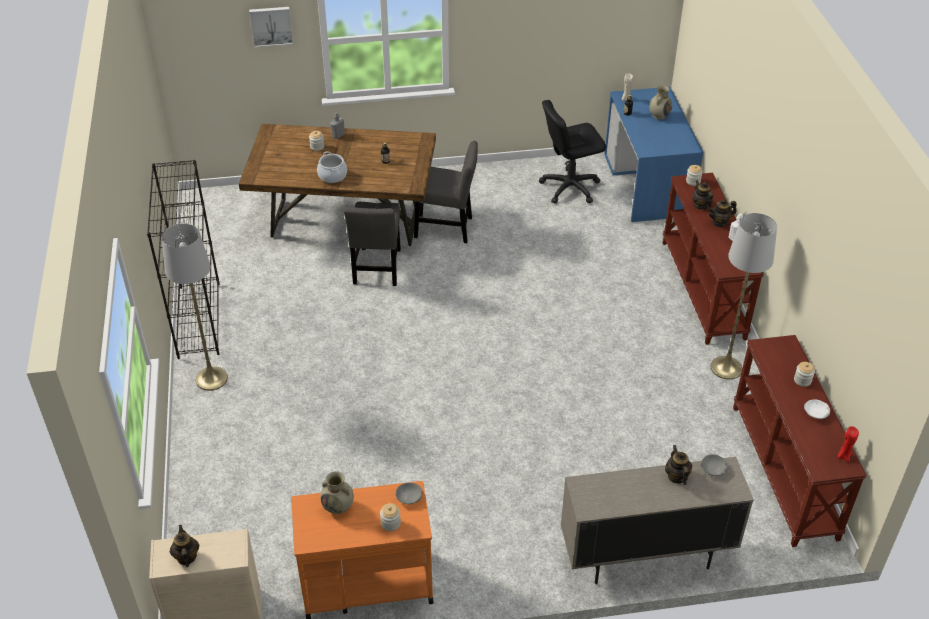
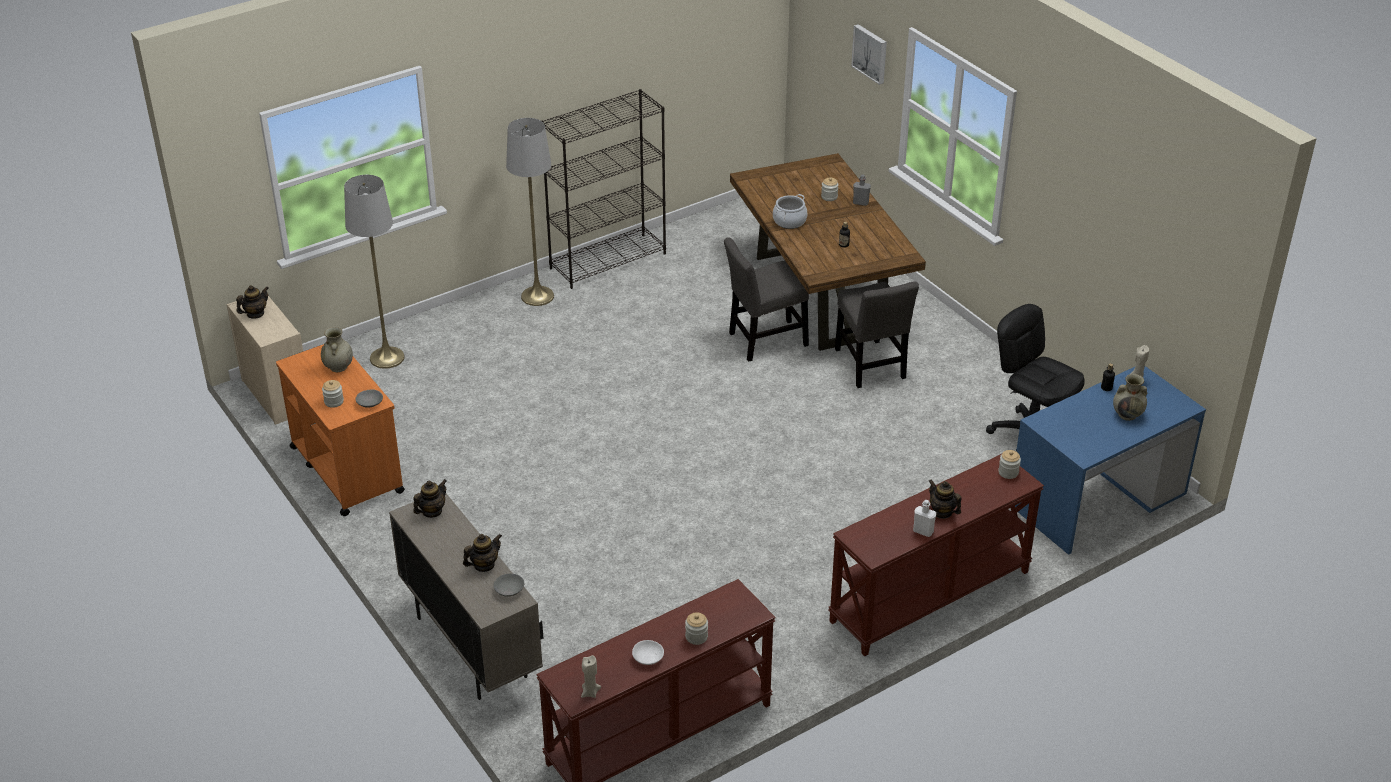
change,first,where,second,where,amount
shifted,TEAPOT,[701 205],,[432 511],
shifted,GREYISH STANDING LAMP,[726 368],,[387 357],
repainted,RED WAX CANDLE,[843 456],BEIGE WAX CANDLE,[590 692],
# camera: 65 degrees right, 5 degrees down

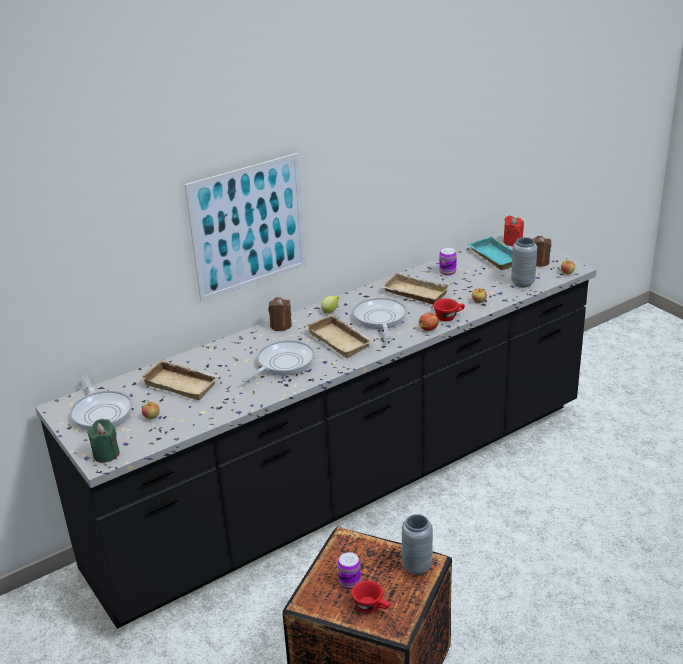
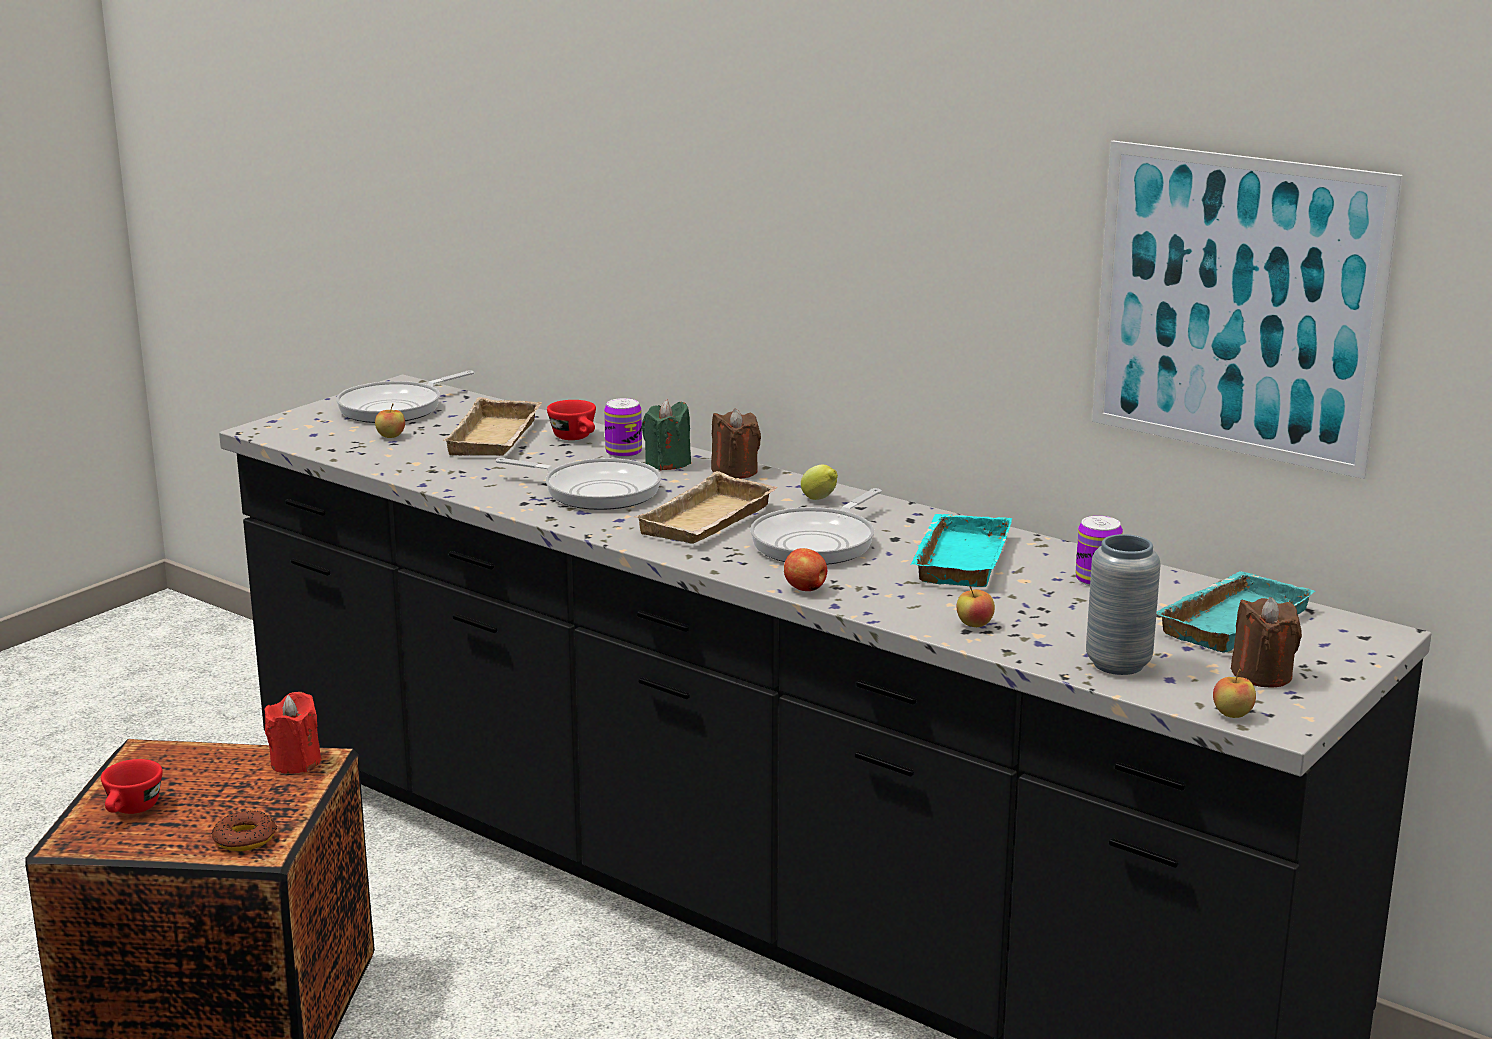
change,first,where,second,where,amount
shifted,WALL PICTURE,[248 227],,[1237 306],
shifted,RED WAX CANDLE,[513 242],,[295 762],
repainted,BEIGE CARRYING TRAY,[413 293],TURQUOISE-COLOURED CARRYING TRAY,[957 559],
rotated,PAN,[380 319],,[817 542],150 degrees clockwise
shifted,RED CUP,[449 317],,[576 438],
shifted,GREEN WAX CANDLE,[106 454],,[667 463],
swapped,GREYISH FLOWER VASE,[417 566],RING DOUGHNUT,[245 838],
shifted,CAN,[350 582],,[623 452],
# camera: 70 degrees right, 10 degrees down

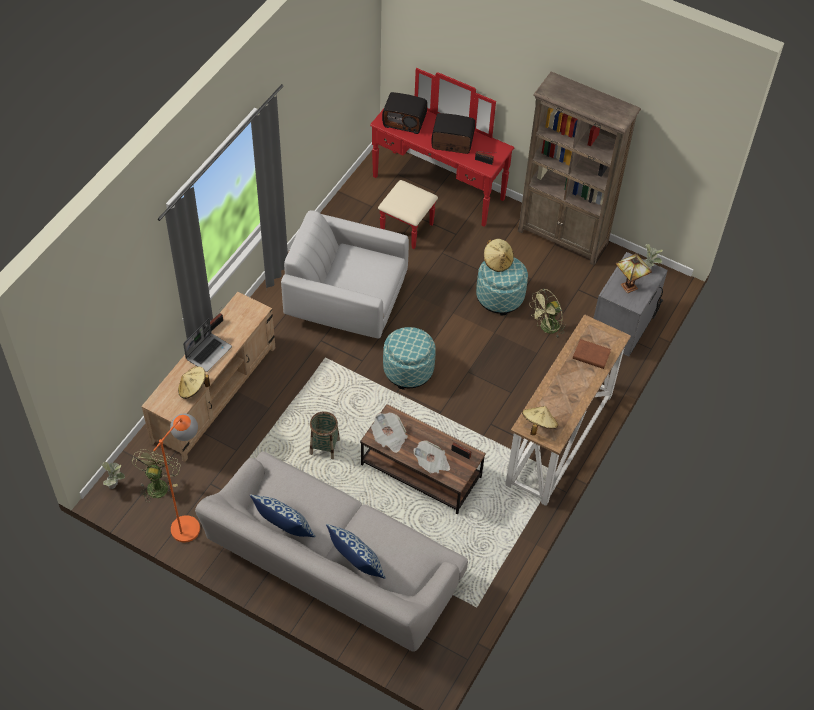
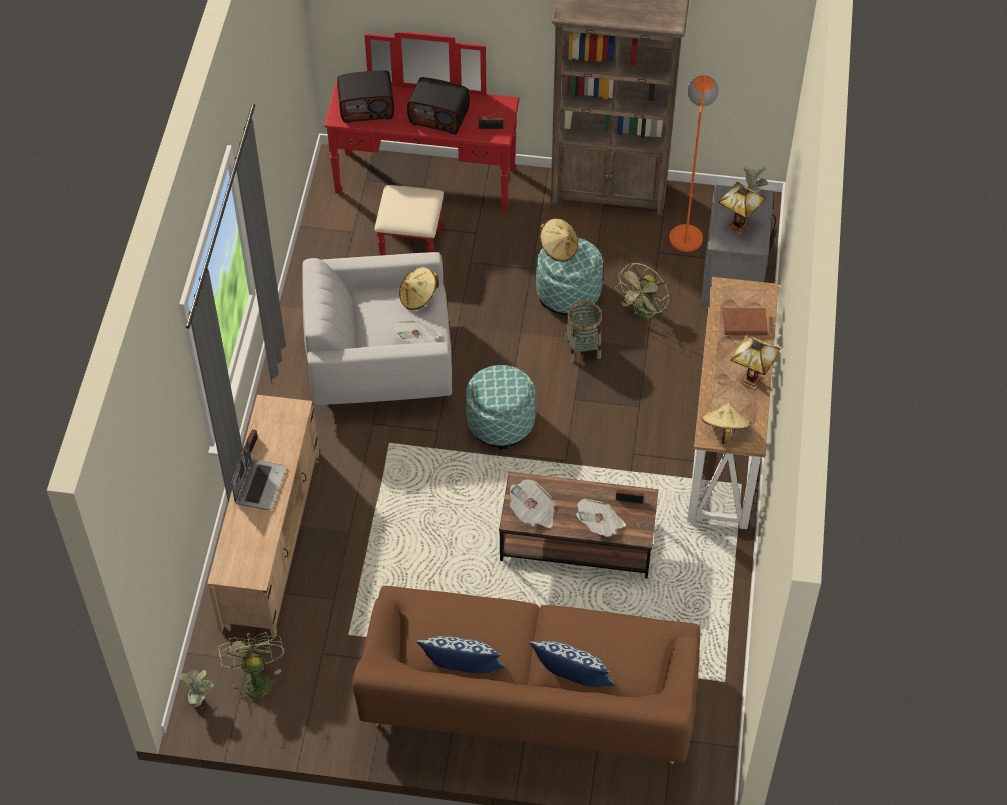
change,first,where,second,where,amount
rotated,RADIO RECEIVER,[452 142],,[440 116],150 degrees counterclockwise
shifted,BEIGE HAT,[193 389],,[418 297],
shifted,BASKET,[324 446],,[582 348],
shifted,ORANGE-COLOURED STANDING LAMP,[191 521],,[686 229],
repainted,GREYISH COUCH,[333 567],BROWNISH COUCH,[528 699],
new,,,PRINTED PAPER,[418 341],
new,,,LAMP FOR A TABLE,[749 380],
# camera: 20 degrees left, 0 degrees up

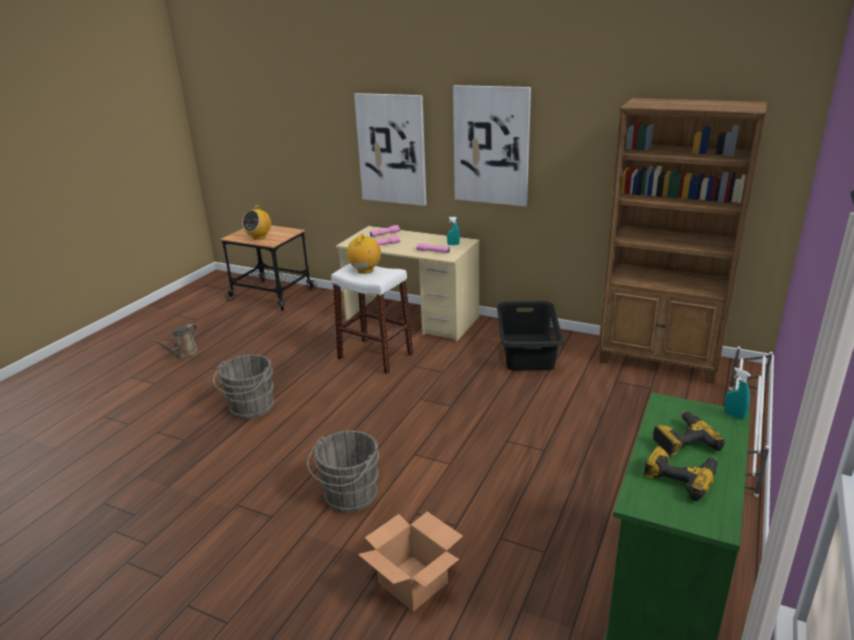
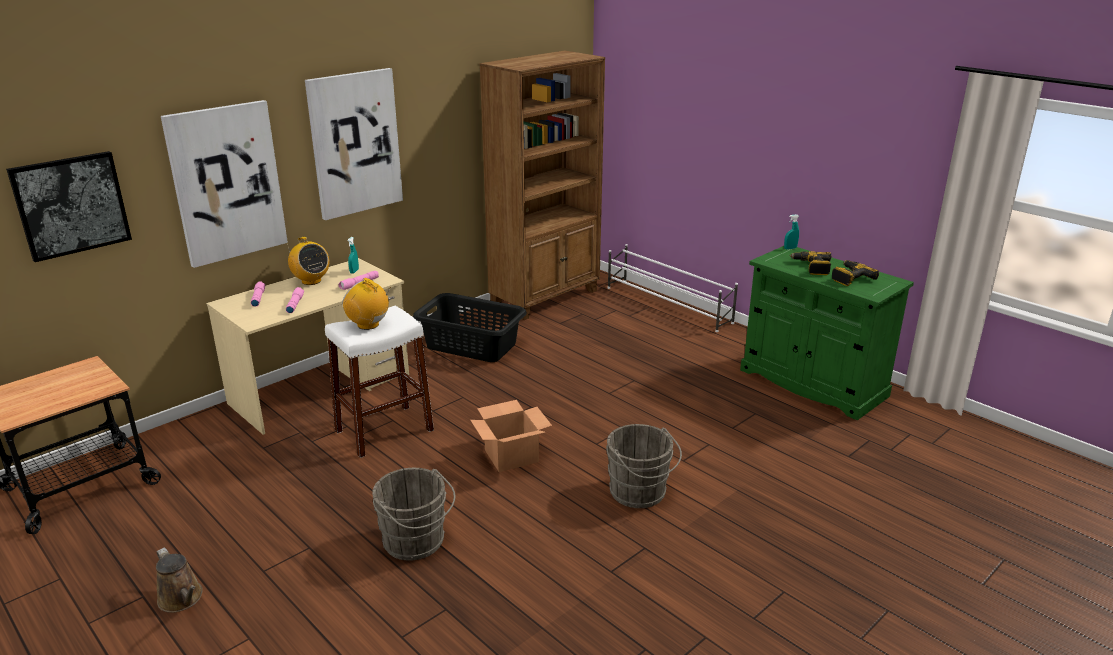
change,first,where,second,where,amount
shifted,RADIO RECEIVER,[259 237],,[311 281],
shifted,CARTON,[412 582],,[511 456],
new,,,WALL PICTURE,[71 205],
# camera: 70 degrees left, 0 degrees up

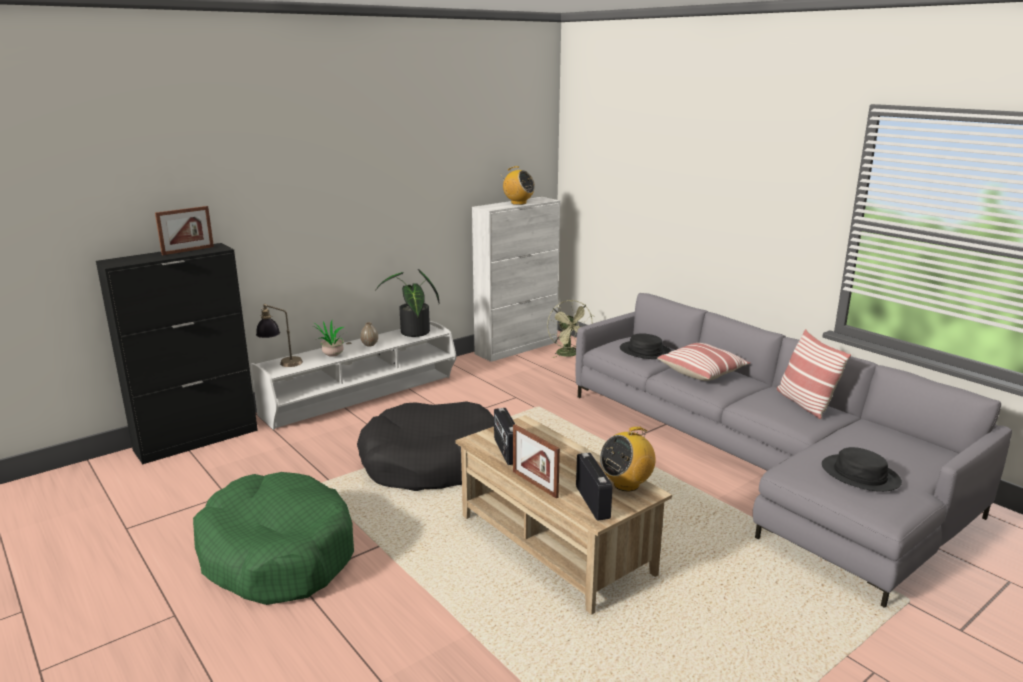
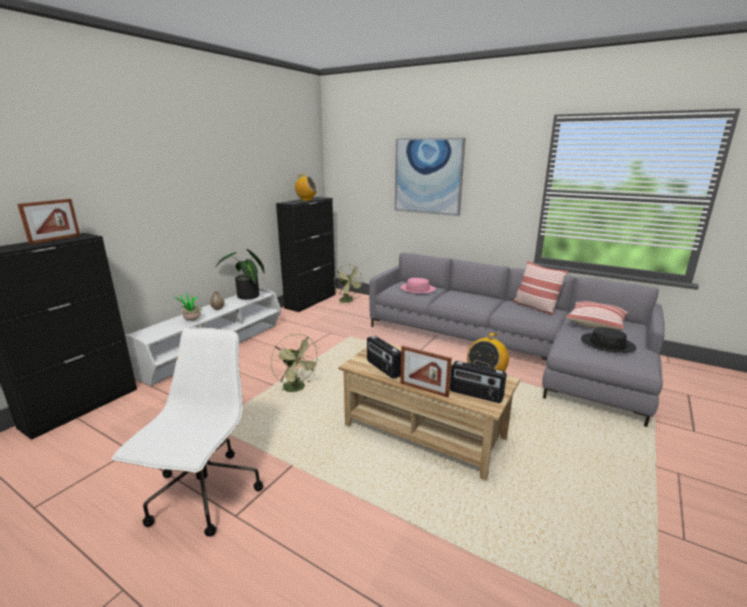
change,first,where,second,where,amount
repainted,WHITISH STORAGE CABINET,[517 348],BLACK-COLOURED STORAGE CABINET,[311 301],
gone,LAMP FOR A TABLE,[281 364],,,
repainted,BLACK-COLOURED HAT,[645 351],PINKISH HAT,[417 289],
shifted,CUSHION,[702 372],,[595 323],
swapped,BLACK-COLOURED DOG CUSHION,[432 463],GREEN COOLING FAN,[297 389],
rotated,RADIO RECEIVER,[593 502],,[475 395],150 degrees clockwise
swapped,GREEN DOG CUSHION,[277 554],WHITISH COMPUTER CHAIR,[204 495],
new,,,WALL PICTURE,[428 176],
# camera: 20 degrees left, 0 degrees up

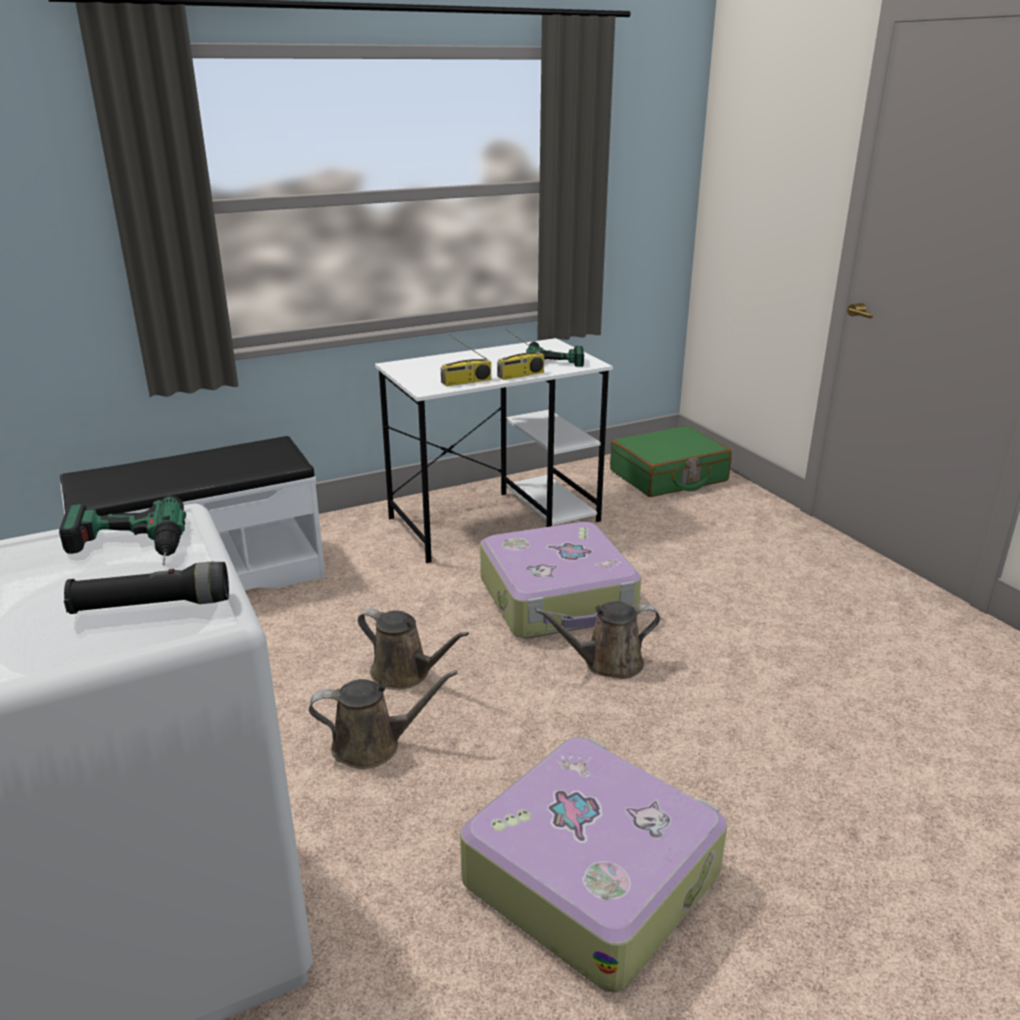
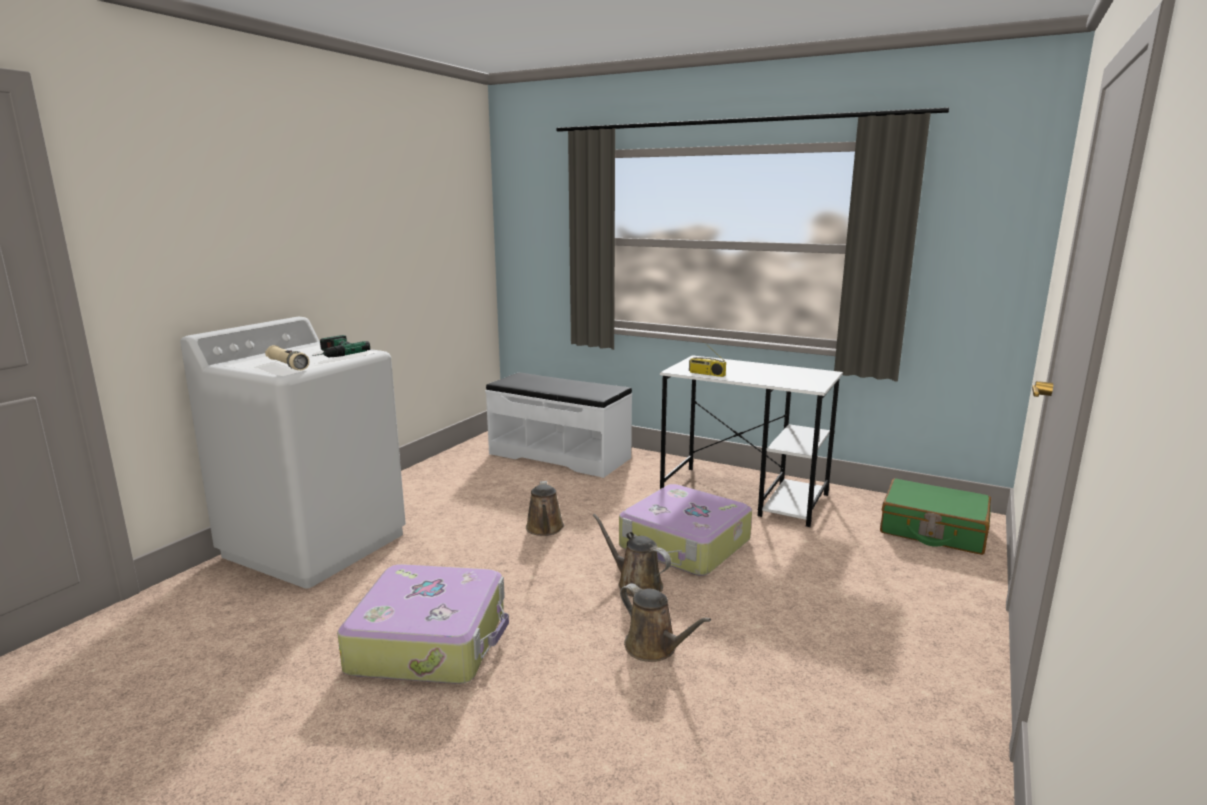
change,first,where,second,where,amount
gone,RADIO RECEIVER,[520 375],,,
gone,DRILL,[554 357],,,
repainted,BLACK-COLOURED HAND TORCH,[152 606],BEIGE HAND TORCH,[288 365],
shifted,BROWNISH SPRINKLING CAN,[373 745],,[654 648],
# camera: 55 degrees right, 10 degrees down

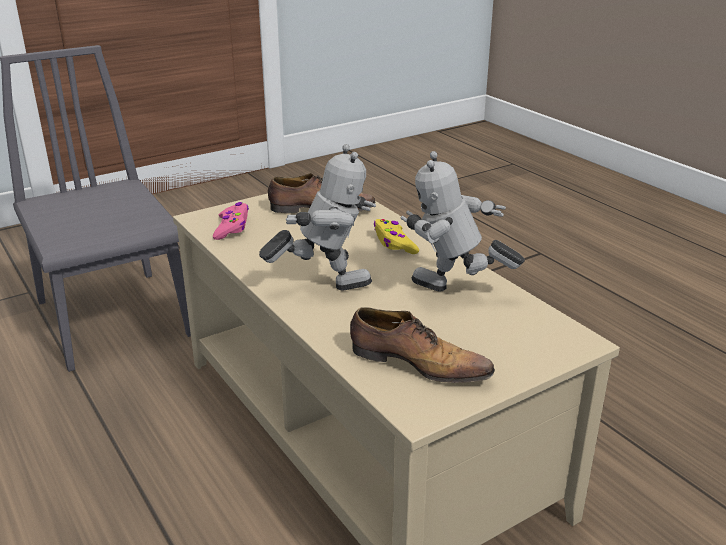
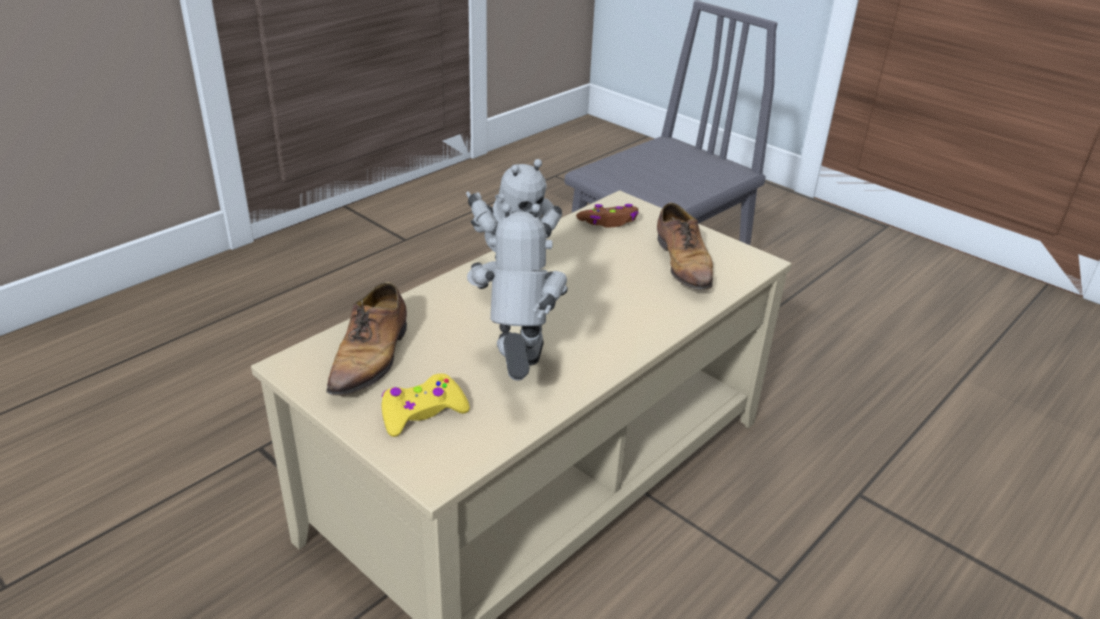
change,first,where,second,where,amount
repainted,PINKISH GAMEPAD,[232 228],BROWNISH GAMEPAD,[609 222],
shifted,YELLOW-COLOURED GAMEPAD,[394 243],,[422 413],
# camera: 75 degrees right, 5 degrees up

